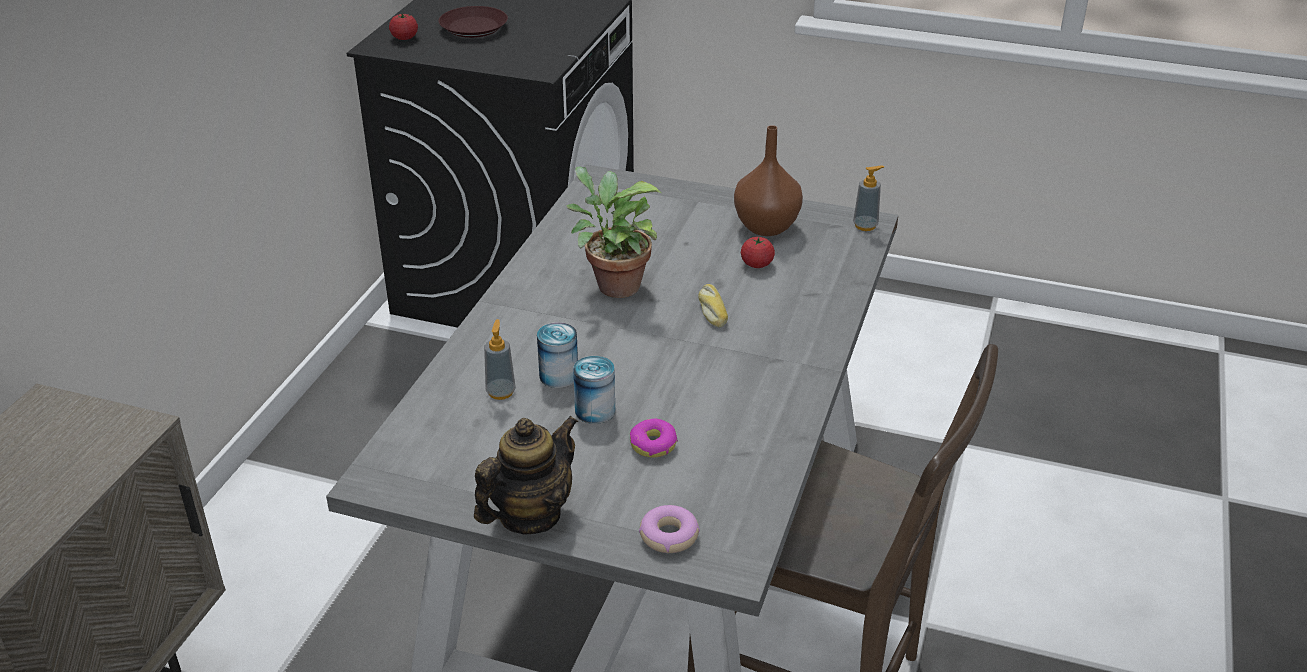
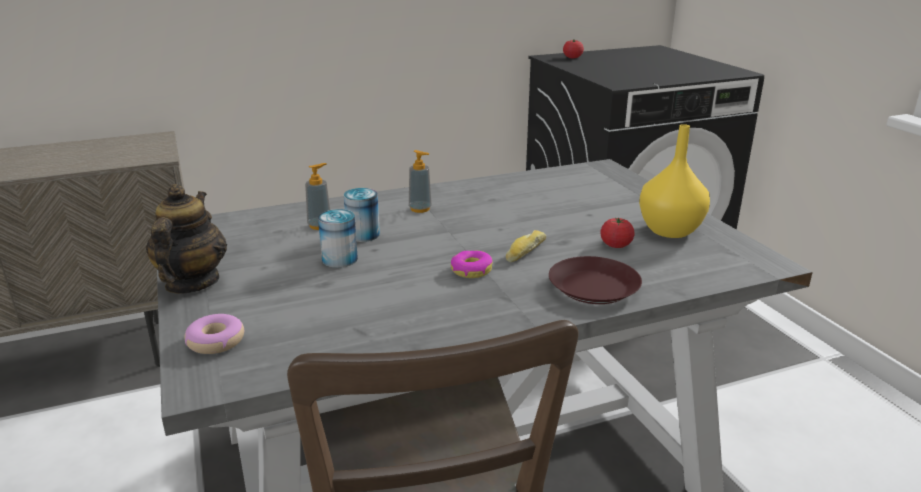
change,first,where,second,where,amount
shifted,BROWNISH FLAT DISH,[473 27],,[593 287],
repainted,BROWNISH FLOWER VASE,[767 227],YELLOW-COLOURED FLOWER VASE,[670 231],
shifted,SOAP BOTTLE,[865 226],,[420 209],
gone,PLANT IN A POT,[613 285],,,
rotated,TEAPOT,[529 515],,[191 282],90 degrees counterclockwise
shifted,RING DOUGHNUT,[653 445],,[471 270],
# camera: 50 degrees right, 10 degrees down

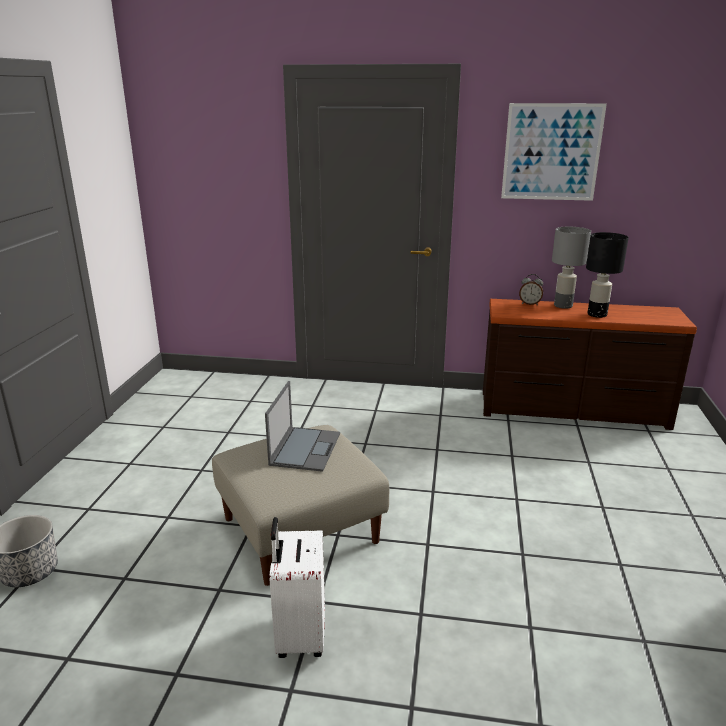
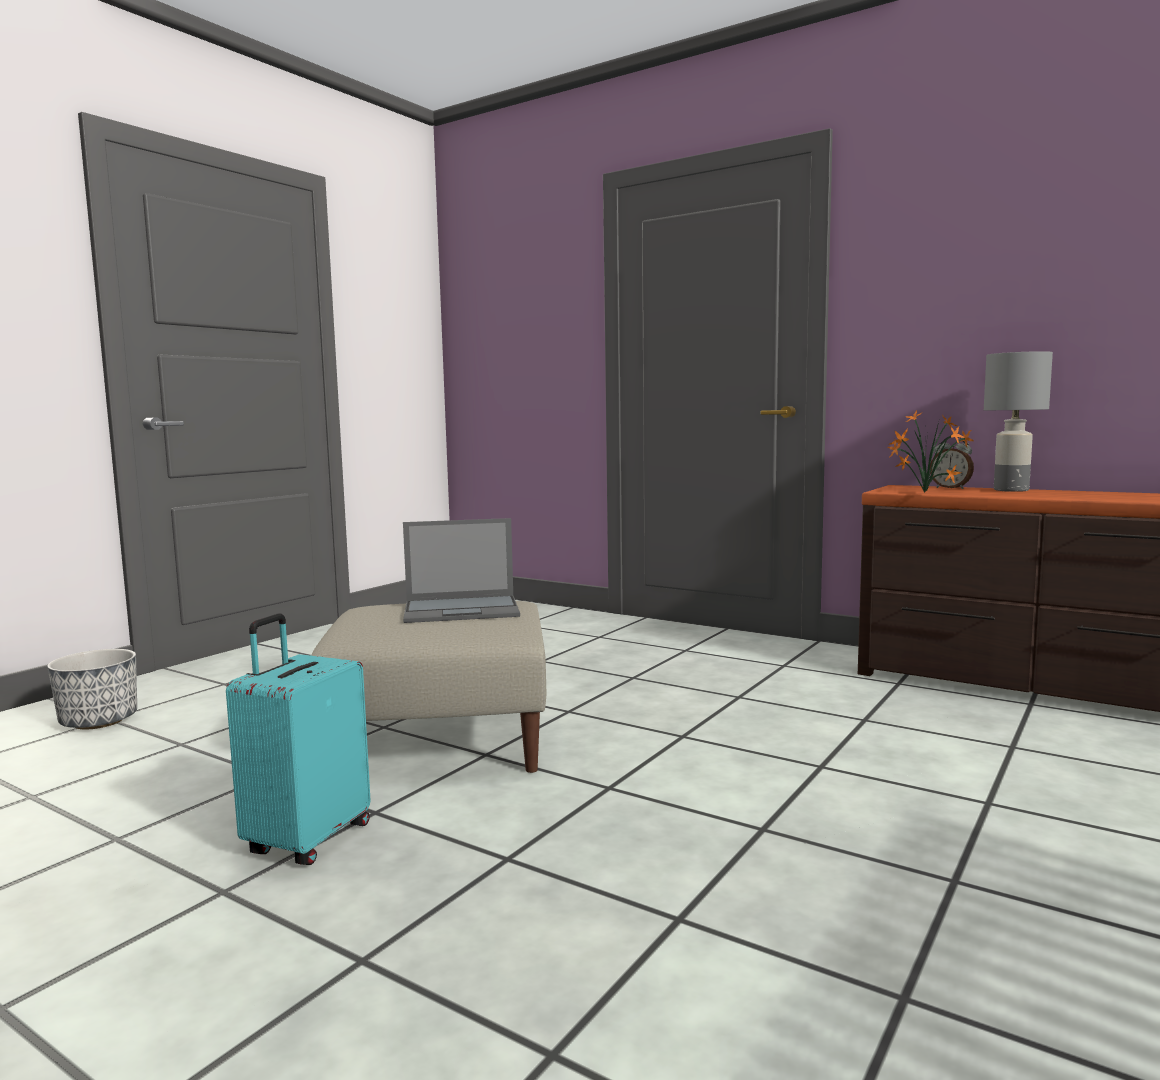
change,first,where,second,where,amount
gone,WALL PICTURE,[551 152],,,
gone,BLACK-COLOURED LAMP FOR A TABLE,[597 315],,,
rotated,PORTABLE COMPUTER,[305 448],,[463 610],45 degrees clockwise
repainted,WHITISH PIECE OF LUGGAGE,[299 636],TURQUOISE-COLOURED PIECE OF LUGGAGE,[307 840],
new,,,PLANT IN A POT,[923 492],
# camera: 25 degrees right, 15 degrees down

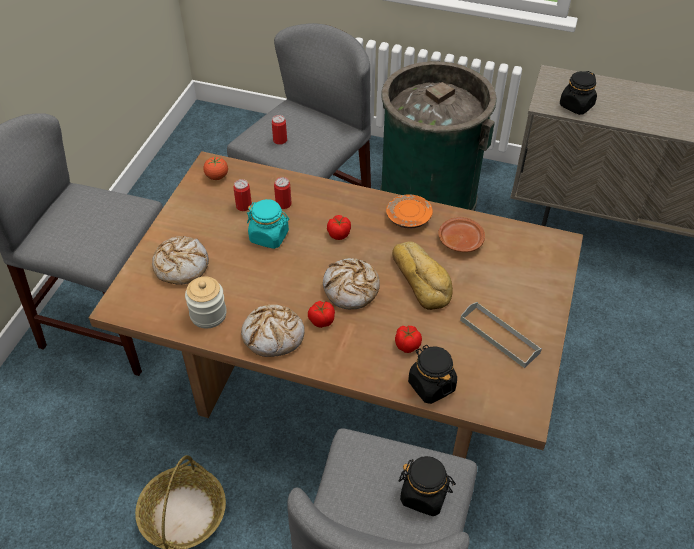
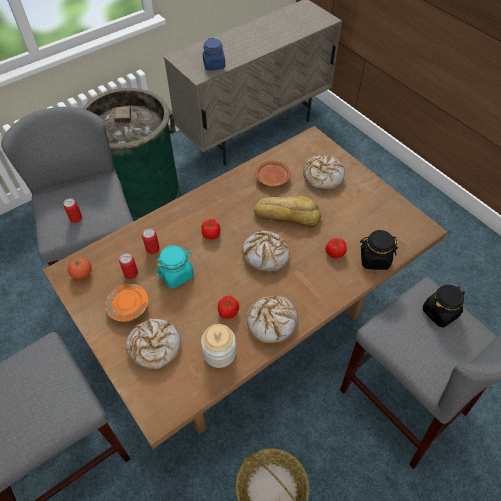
change,first,where,second,where,amount
repainted,BLACK-COLOURED STORAGE JAR,[576 106],BLUE STORAGE JAR,[214 65],
shifted,ORANGE-COLOURED FLAT DISH,[408 218],,[128 307],
shifted,FRESH TOMATO,[321 320],,[228 312],
gone,GREYISH CARRYING TRAY,[499 336],,,
new,,,BAKERY BREAD,[322 176],
# camera: 55 degrees left, 5 degrees up

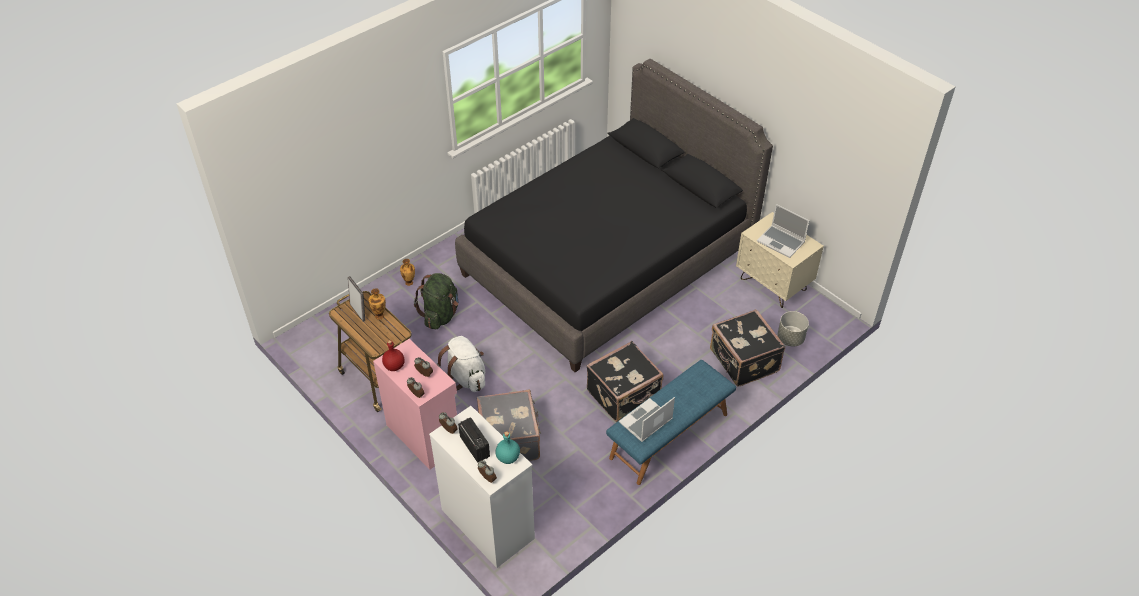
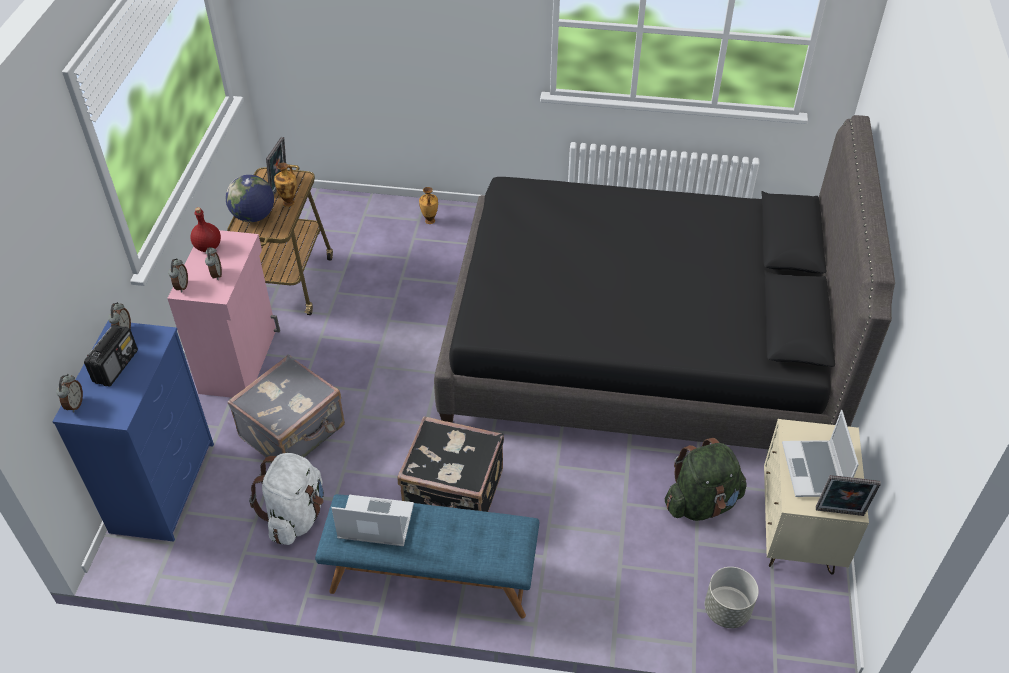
change,first,where,second,where,amount
shifted,GREEN KNAPSACK,[440 315],,[702 503],
gone,BLACK-COLOURED PIECE OF LUGGAGE,[743 361],,,
shifted,WHITISH KNAPSACK,[465 378],,[296 516],
repainted,WHITISH DRAWER CHEST,[487 523],BLUE DRAWER CHEST,[163 486],
gone,TURQUOISE-COLOURED BOTTLE,[508 458],,,
new,,,WORLD GLOBE,[254 216],
new,,,PHOTO FRAME,[839 514],
# camera: 50 degrees right, 0 degrees up

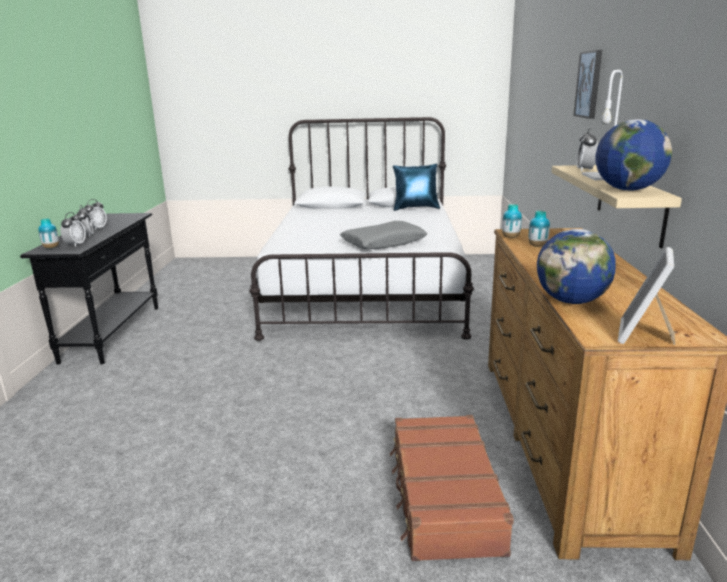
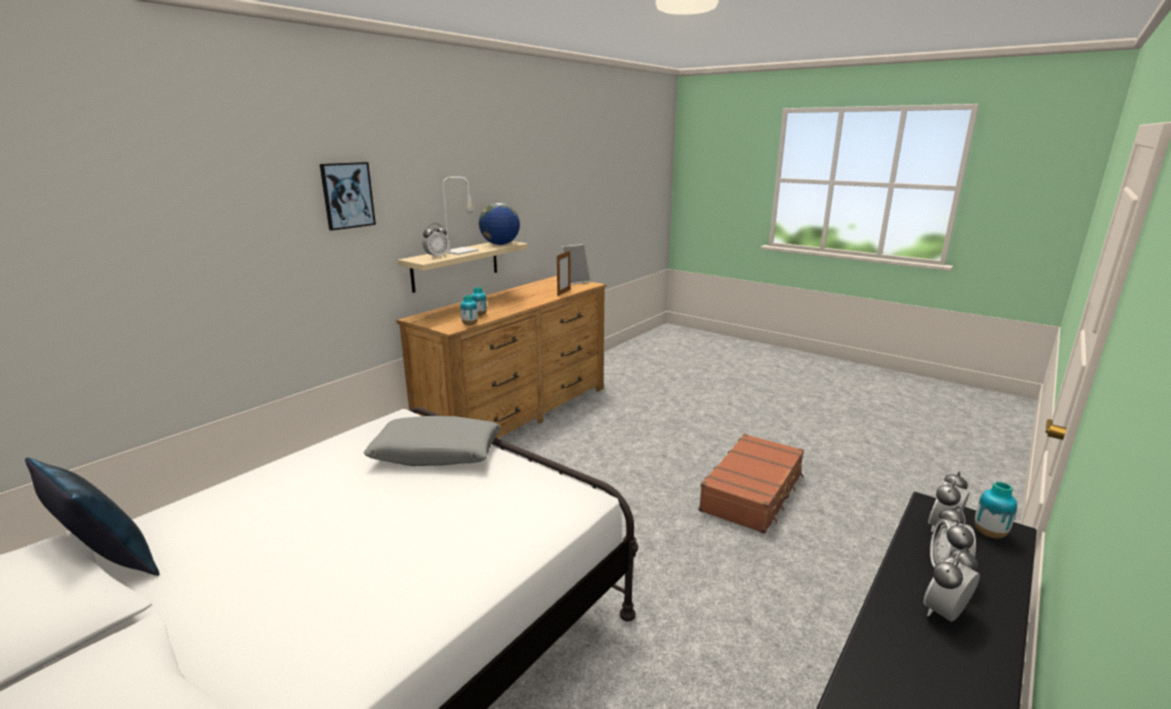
change,first,where,second,where,amount
swapped,WORLD GLOBE,[571 301],PHOTO FRAME,[564 292],
shifted,BROWNISH PIECE OF LUGGAGE,[443 497],,[753 493],
# camera: 145 degrees left, 0 degrees up

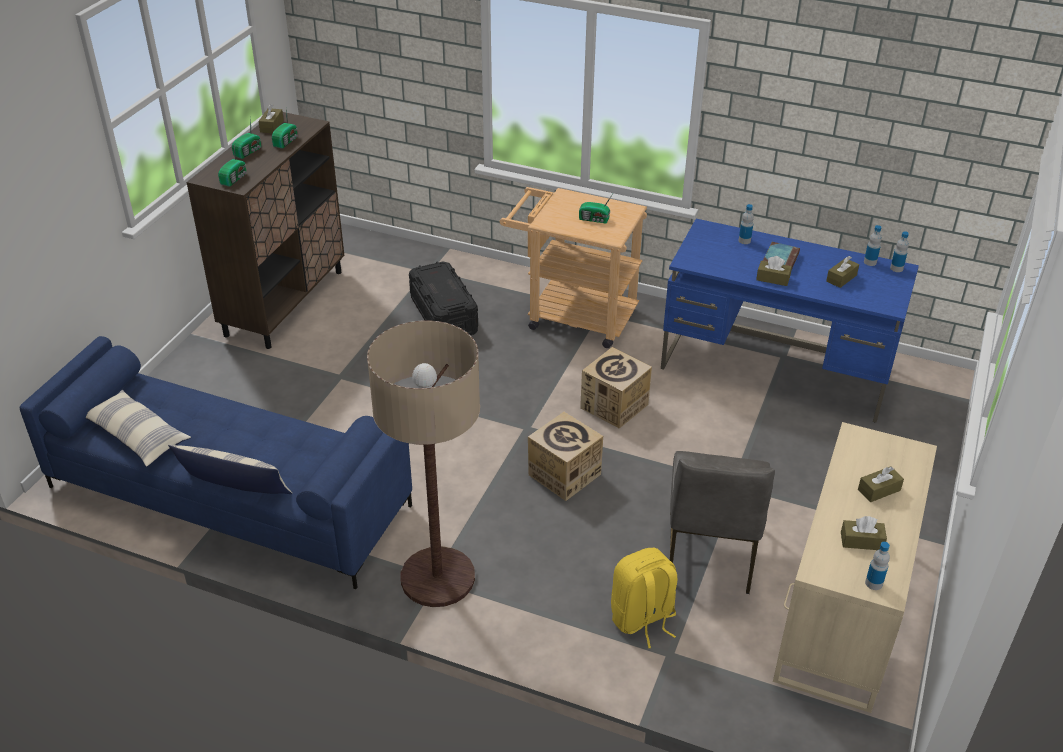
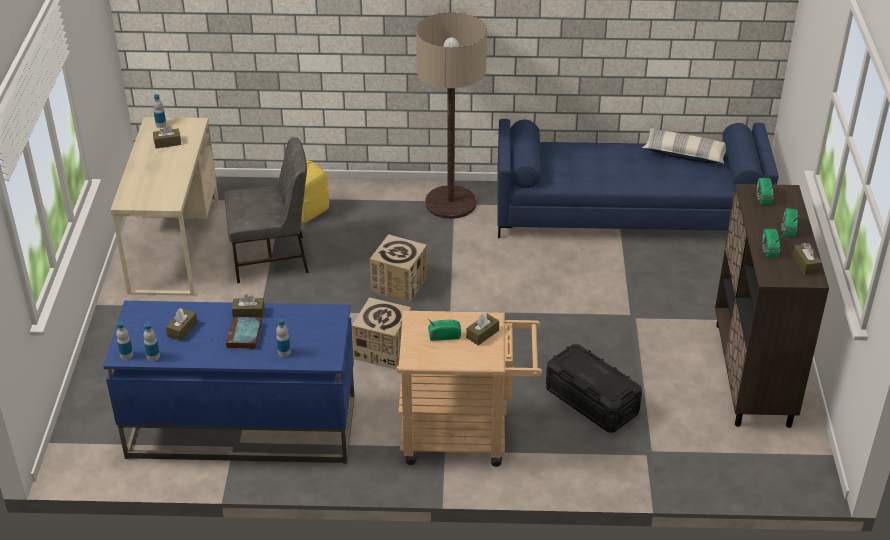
change,first,where,second,where,amount
gone,CUSHION,[235 487],,,
rotated,GREYISH PLAIN CHAIR,[709 553],,[272 258],90 degrees clockwise
shifted,BROWNISH BOX OF TISSUES,[879 490],,[482 334],
# camera: 160 degrees right, 0 degrees up

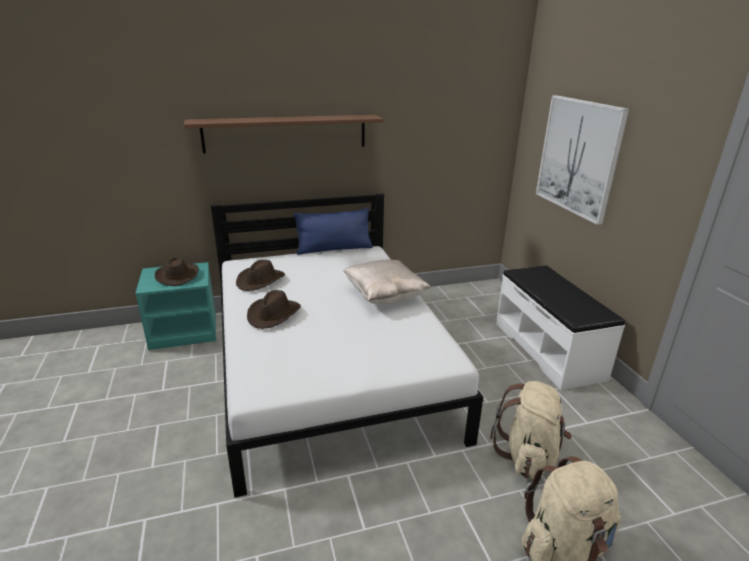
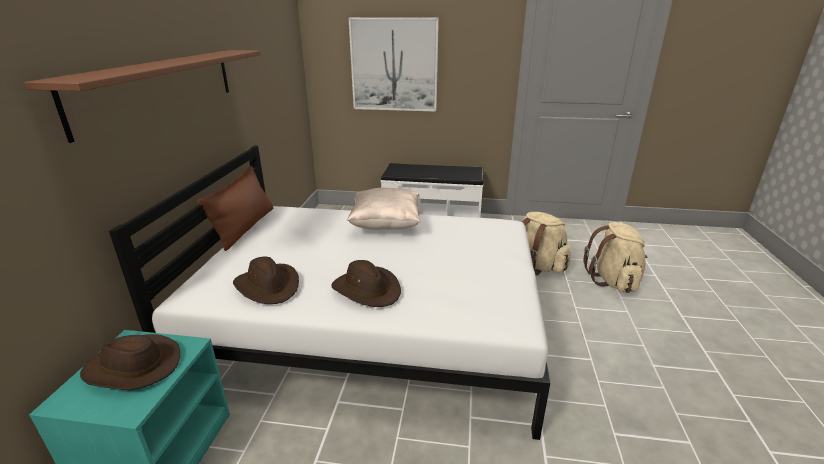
change,first,where,second,where,amount
repainted,BLUE CUSHION,[334 249],BROWNISH CUSHION,[245 227],
# camera: 65 degrees left, 0 degrees up

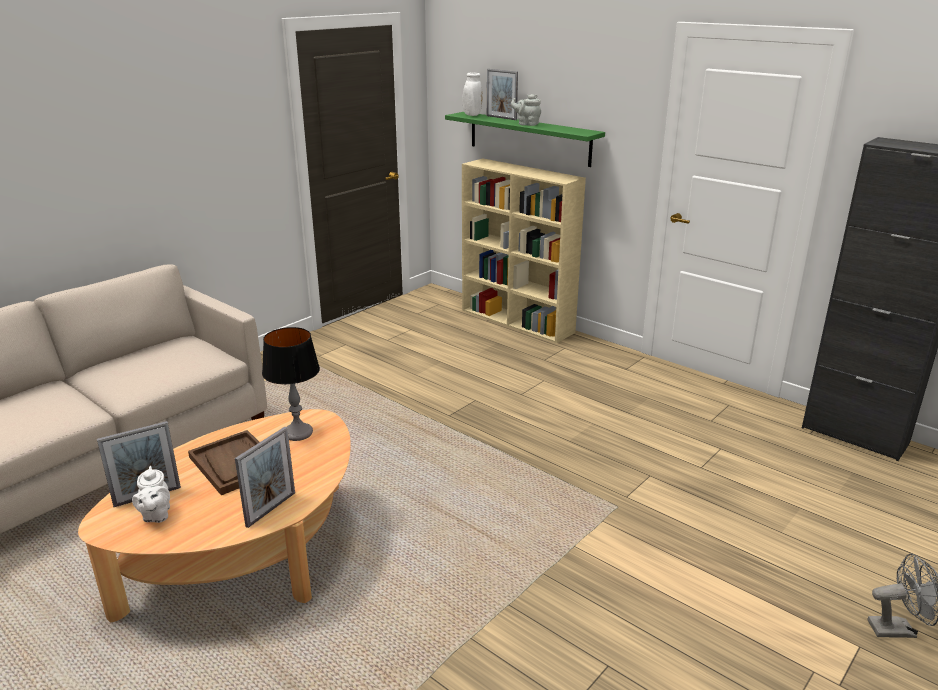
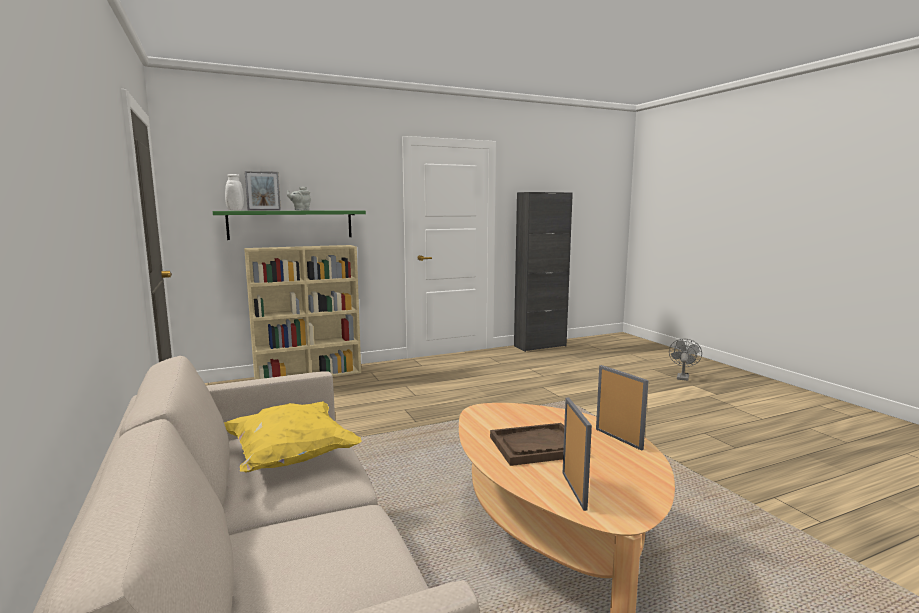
change,first,where,second,where,amount
gone,LAMP FOR A TABLE,[298 433],,,
gone,WHITISH TEAPOT,[156 515],,,
new,,,YELLOW-COLOURED CUSHION,[291 458],
# camera: 65 degrees left, 15 degrees down

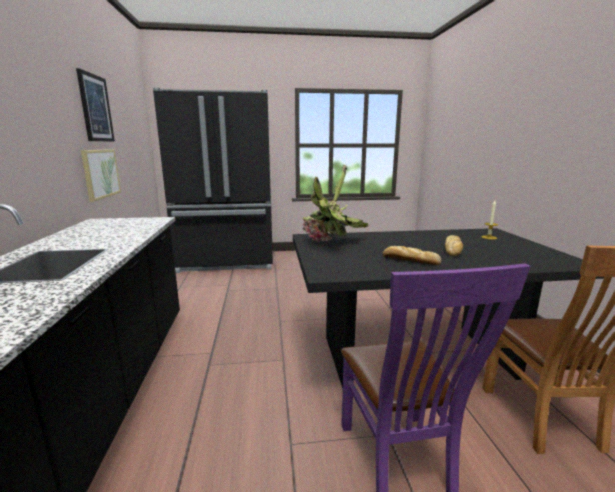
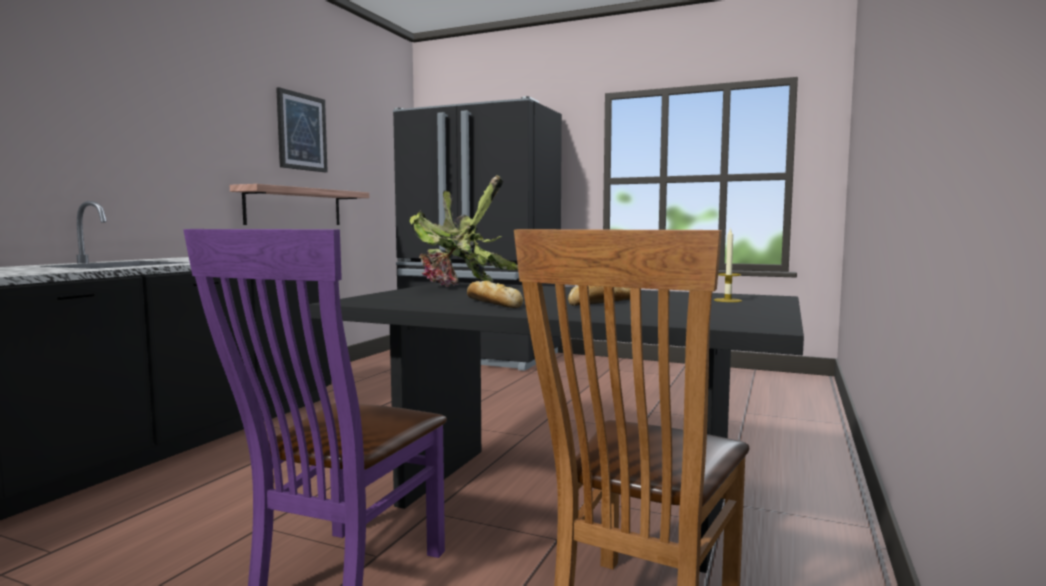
change,first,where,second,where,amount
swapped,WALL PICTURE,[100 173],WALL SHELF,[294 207],
# camera: 30 degrees right, 10 degrees down

